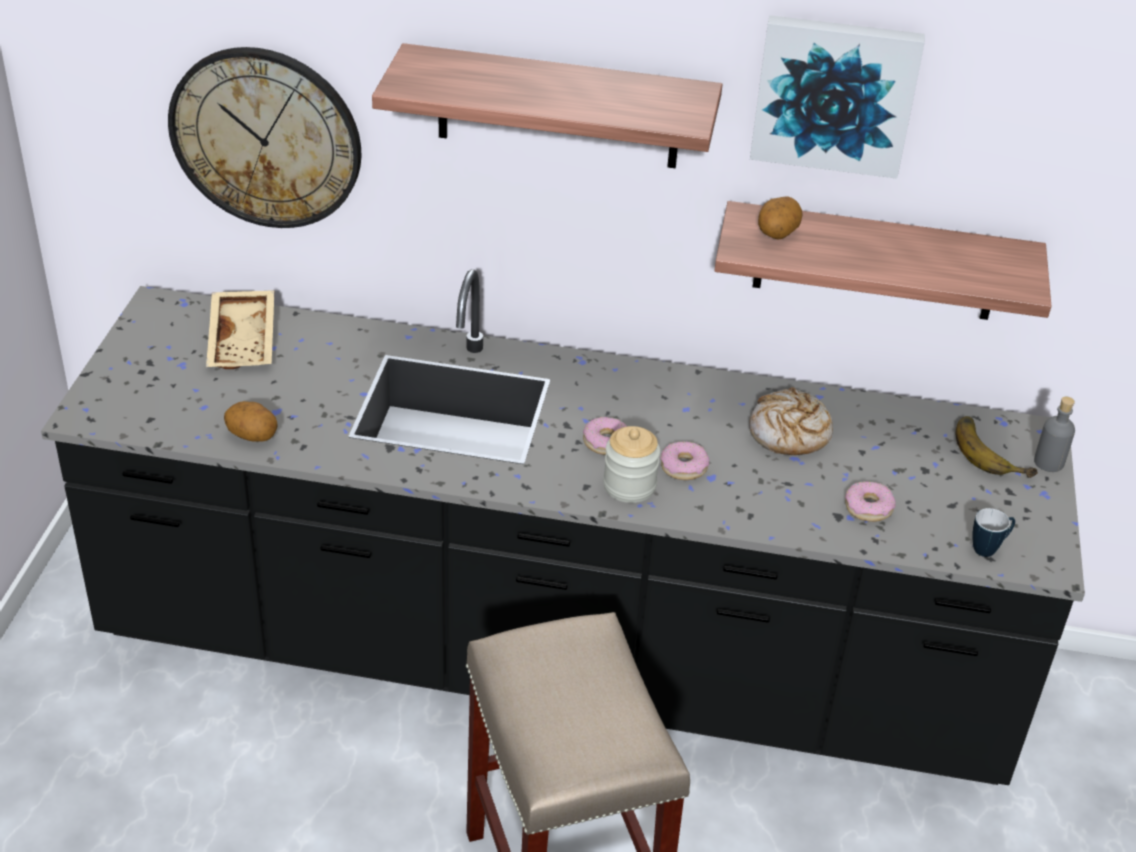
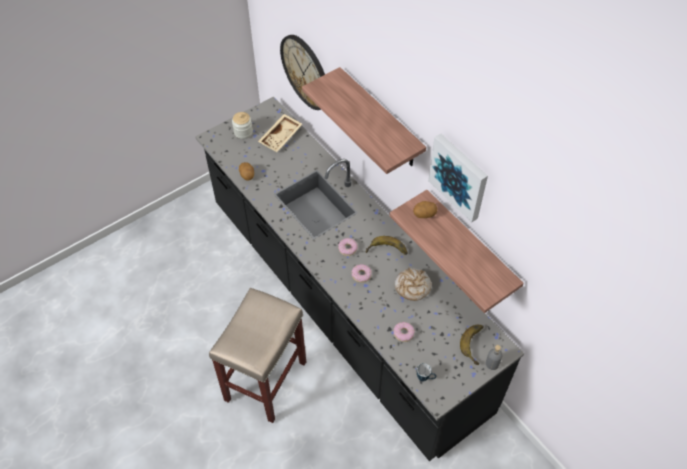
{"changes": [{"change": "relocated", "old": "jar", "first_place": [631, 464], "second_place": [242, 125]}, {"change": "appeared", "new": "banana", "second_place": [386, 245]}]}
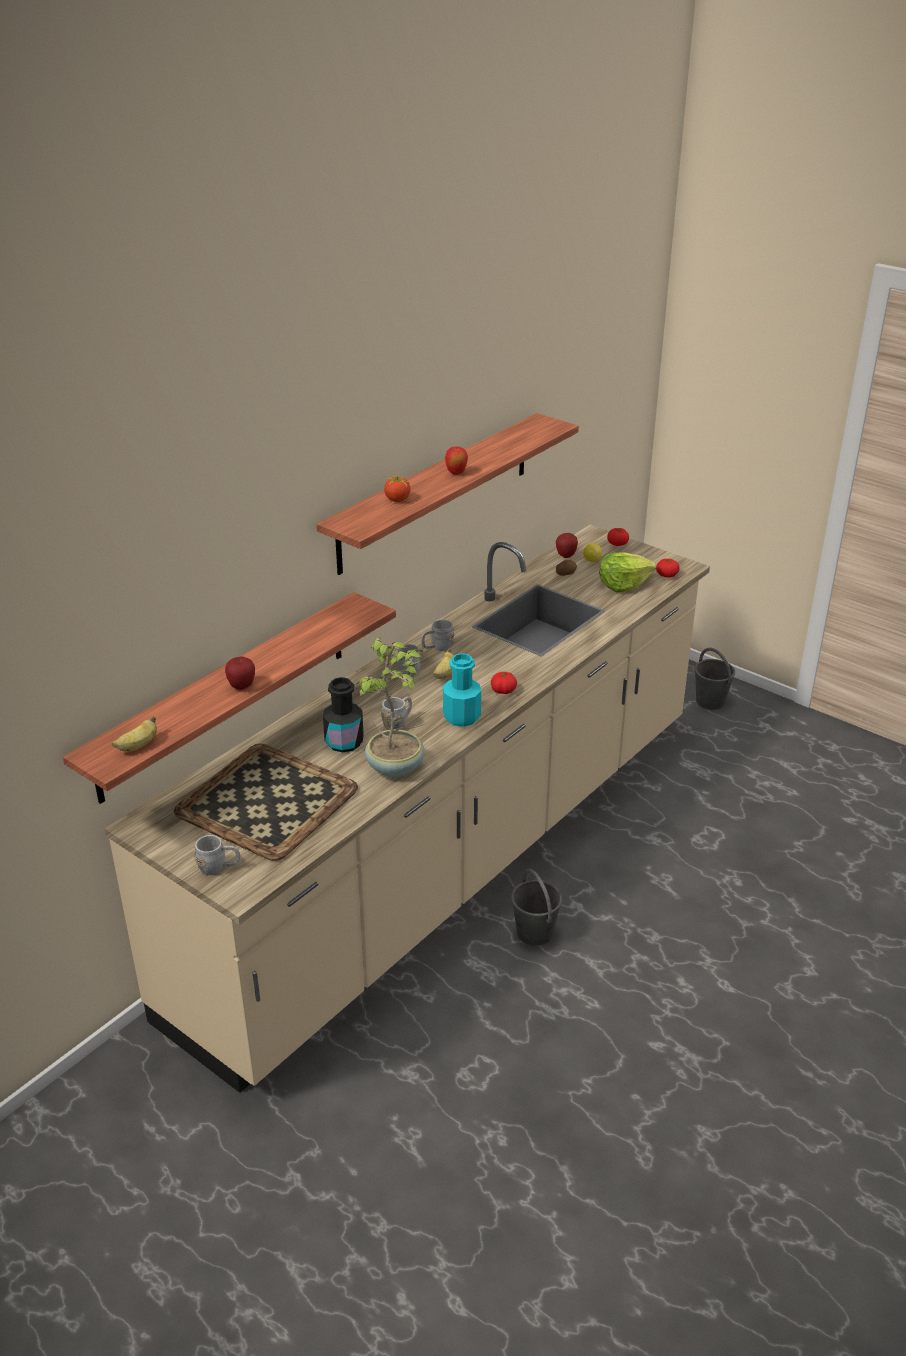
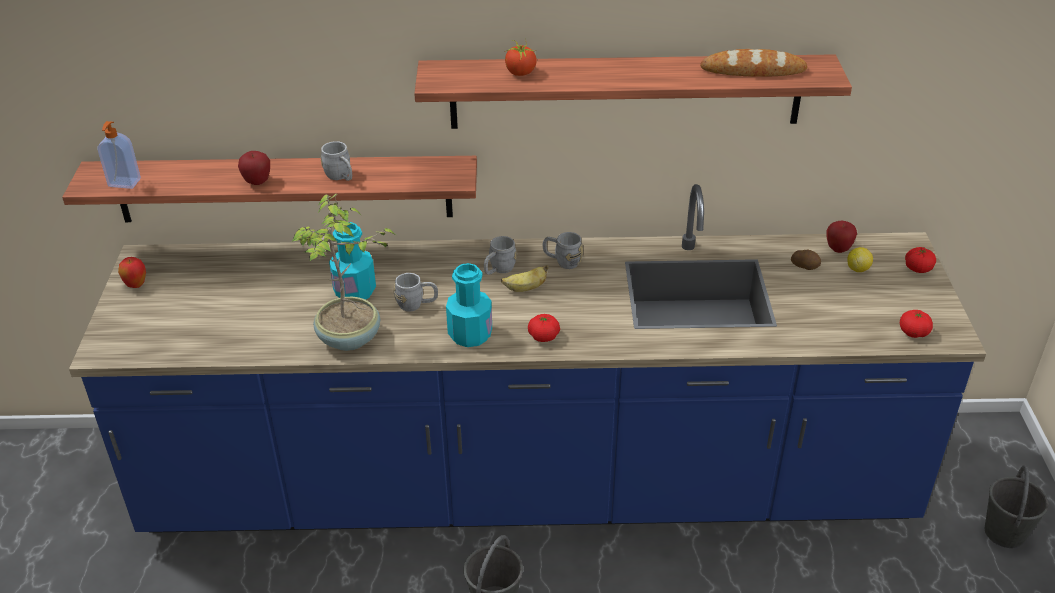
{"changes": [{"change": "colour", "old": "counter (beige)", "new": "counter (blue)", "first_place": [407, 809], "second_place": [527, 358]}, {"change": "exchanged", "old": "banana", "new": "soap dispenser", "first_place": [134, 734], "second_place": [119, 155]}, {"change": "relocated", "old": "apple", "first_place": [456, 460], "second_place": [132, 272]}, {"change": "relocated", "old": "mug (grey)", "first_place": [217, 855], "second_place": [336, 161]}, {"change": "colour", "old": "bottle (black)", "new": "bottle (turquoise)", "first_place": [343, 714], "second_place": [352, 261]}, {"change": "appeared", "new": "bread", "second_place": [753, 63]}, {"change": "missing", "old": "tray", "first_place": [266, 802]}, {"change": "missing", "old": "lettuce", "first_place": [627, 572]}]}
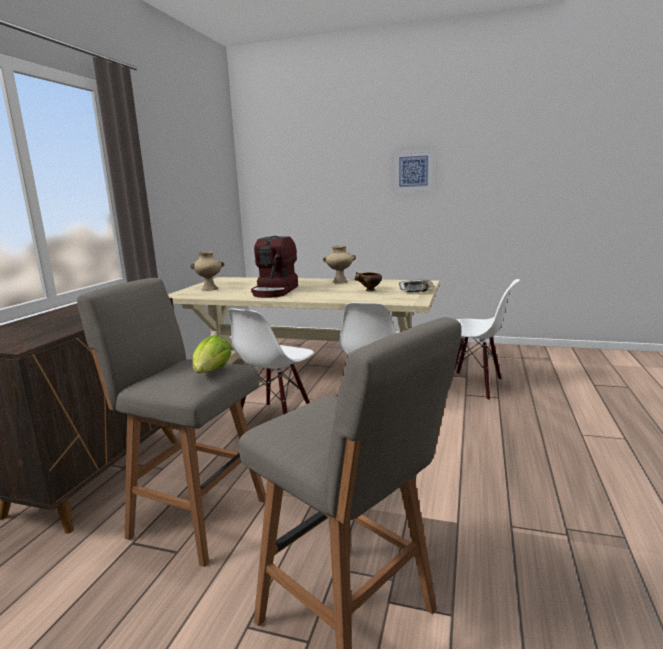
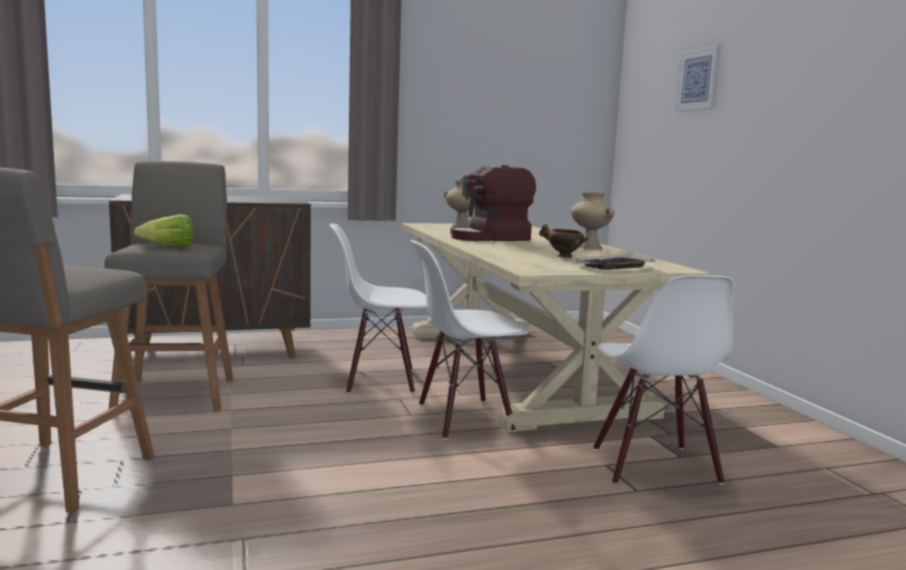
{"changes": [{"change": "relocated", "old": "picture", "first_place": [414, 170], "second_place": [697, 78]}]}
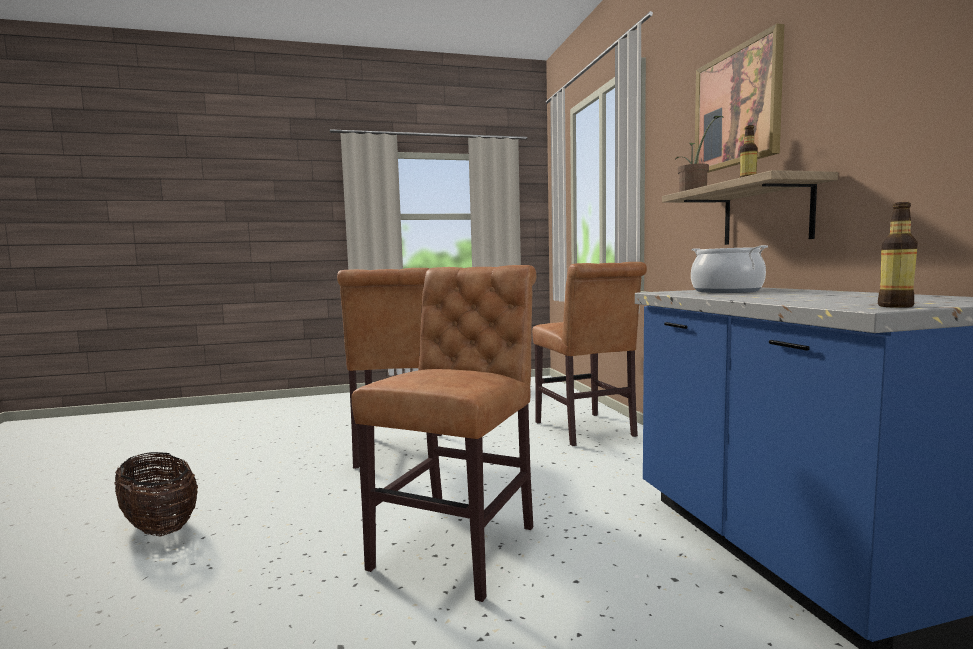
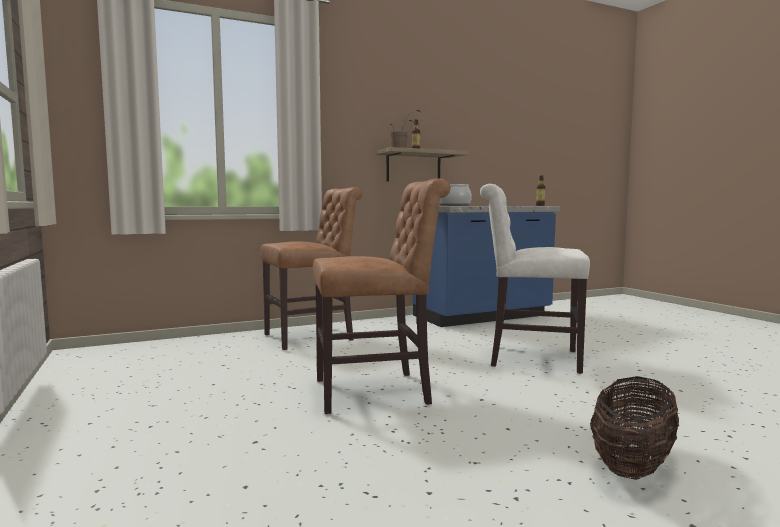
{"changes": [{"change": "colour", "old": "chair (brown)", "new": "chair (white)", "first_place": [443, 433], "second_place": [535, 279]}, {"change": "missing", "old": "picture", "first_place": [739, 98]}]}
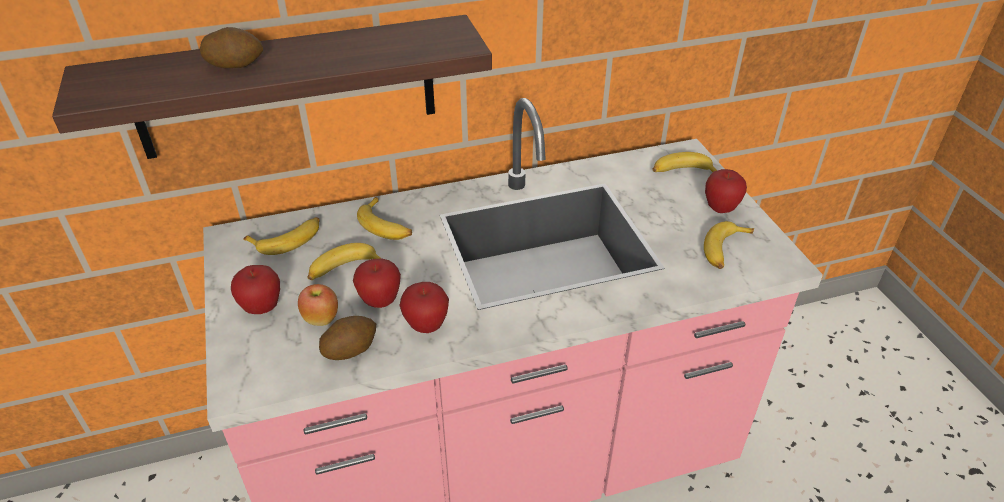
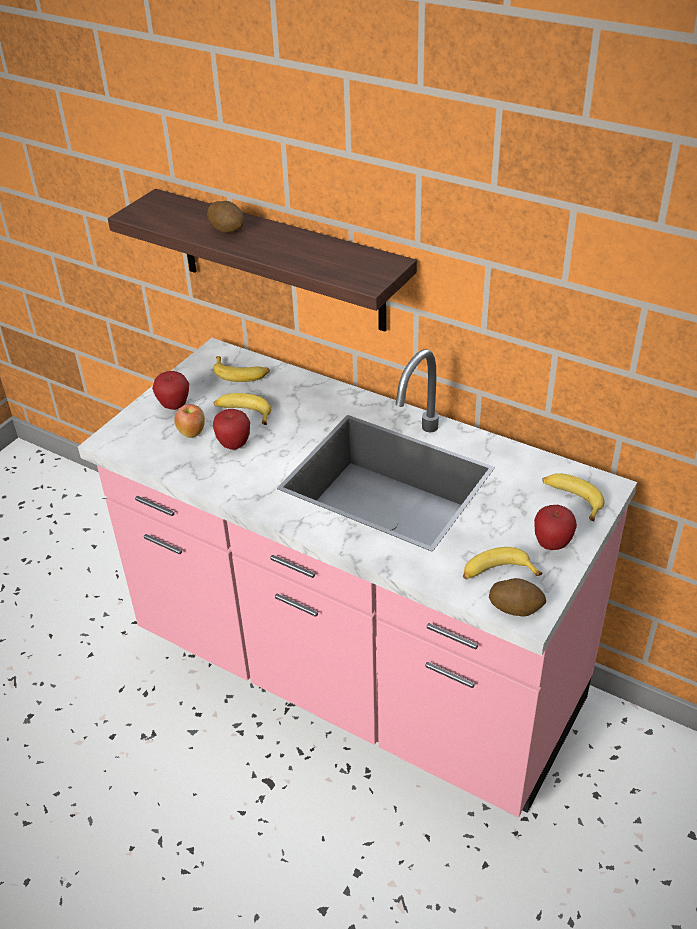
{"changes": [{"change": "relocated", "old": "potato", "first_place": [347, 338], "second_place": [517, 597]}, {"change": "missing", "old": "banana", "first_place": [384, 218]}, {"change": "missing", "old": "apple", "first_place": [424, 307]}]}
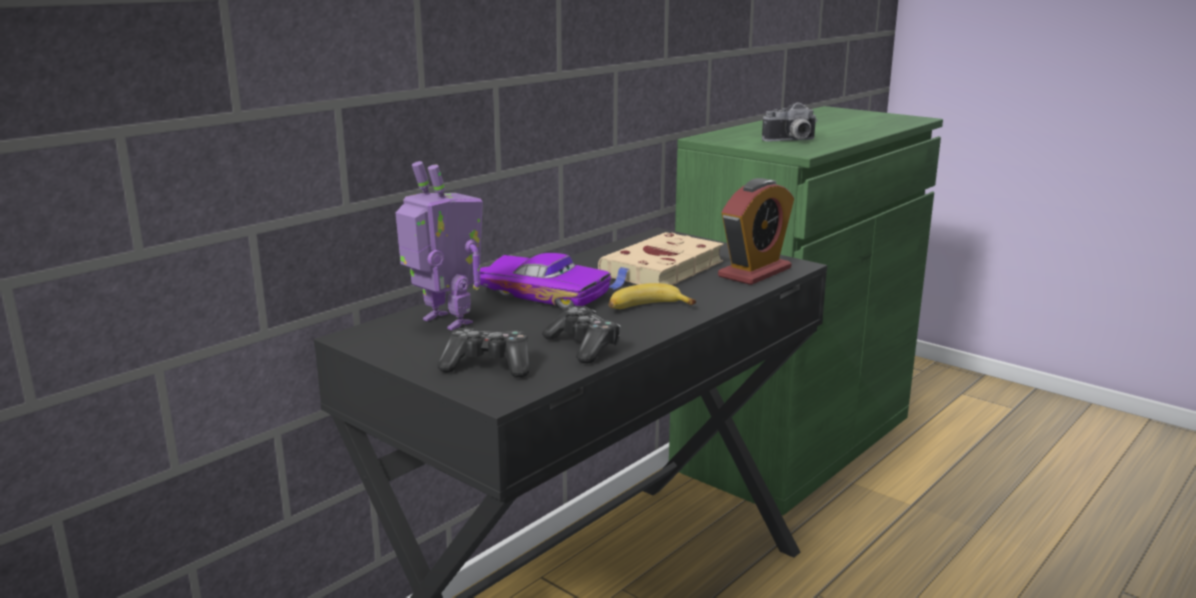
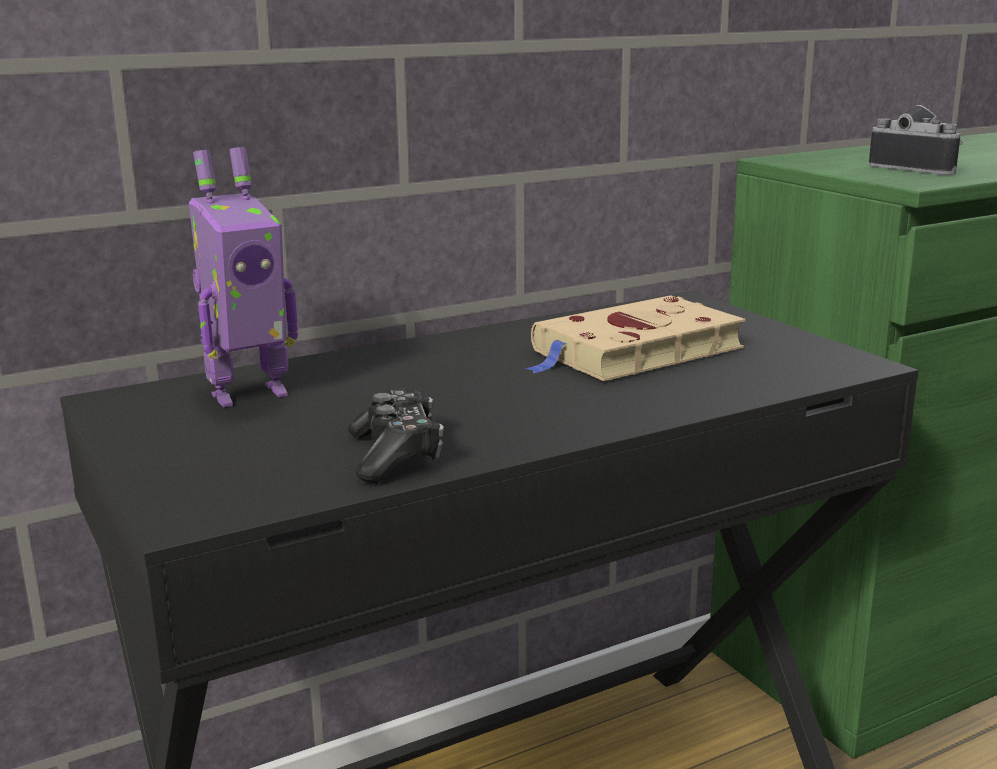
{"changes": [{"change": "spun", "old": "toy robot", "first_place": [439, 245], "second_place": [243, 277], "degrees": 90}, {"change": "spun", "old": "photo camera", "first_place": [790, 122], "second_place": [916, 140], "degrees": -135}, {"change": "missing", "old": "game controller", "first_place": [483, 352]}, {"change": "missing", "old": "toy car (purple)", "first_place": [545, 281]}, {"change": "missing", "old": "banana", "first_place": [652, 296]}, {"change": "missing", "old": "alarm clock", "first_place": [756, 231]}]}
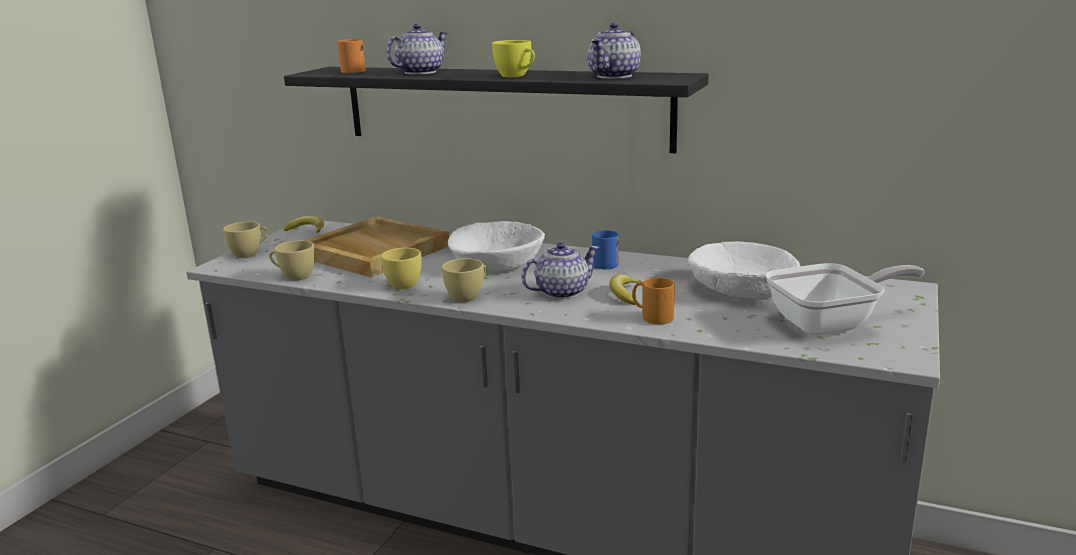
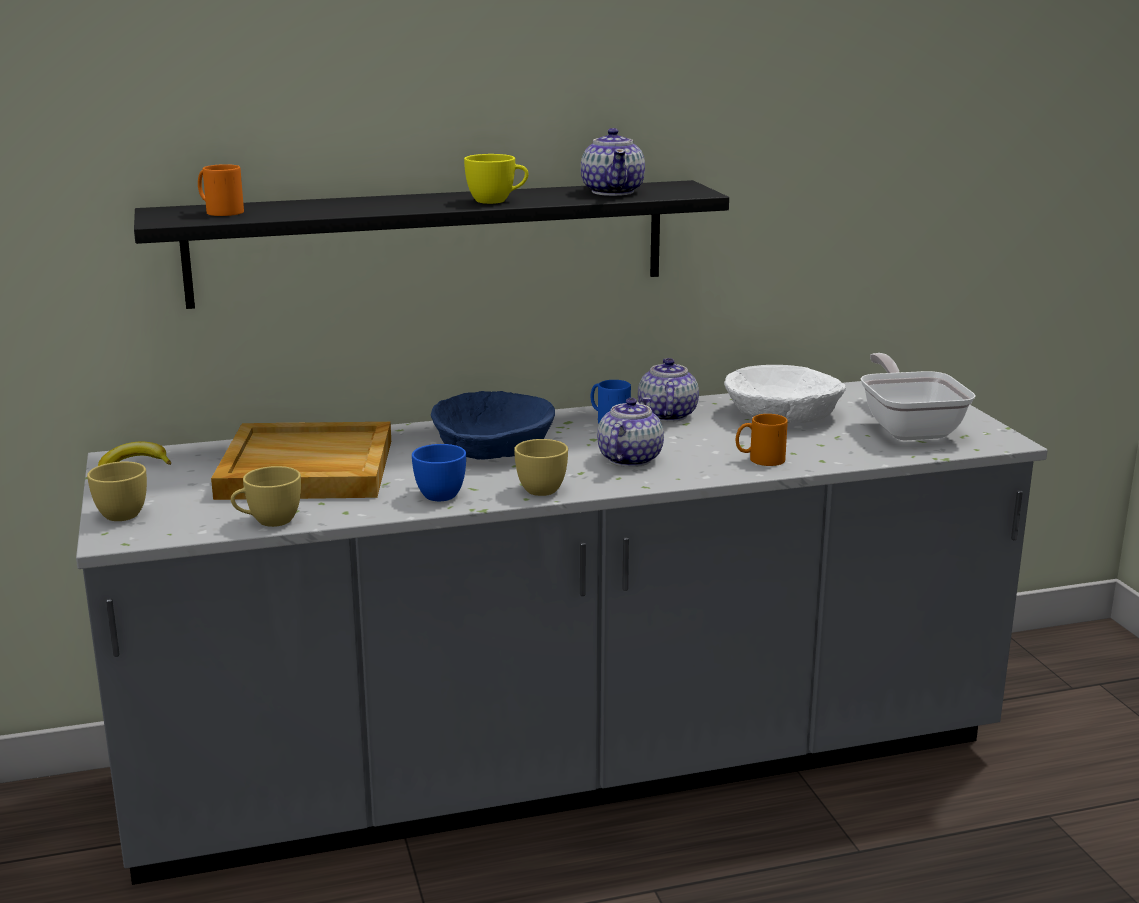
{"changes": [{"change": "colour", "old": "cup (yellow)", "new": "cup (blue)", "first_place": [401, 269], "second_place": [439, 472]}, {"change": "colour", "old": "bowl (white)", "new": "bowl (blue)", "first_place": [496, 246], "second_place": [493, 425]}, {"change": "relocated", "old": "teapot", "first_place": [417, 49], "second_place": [668, 390]}, {"change": "spun", "old": "frying pan", "first_place": [845, 299], "second_place": [918, 397], "degrees": -45}, {"change": "missing", "old": "banana", "first_place": [625, 289]}]}
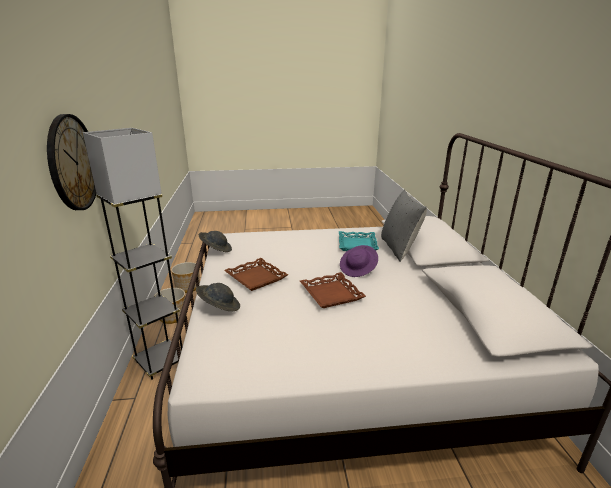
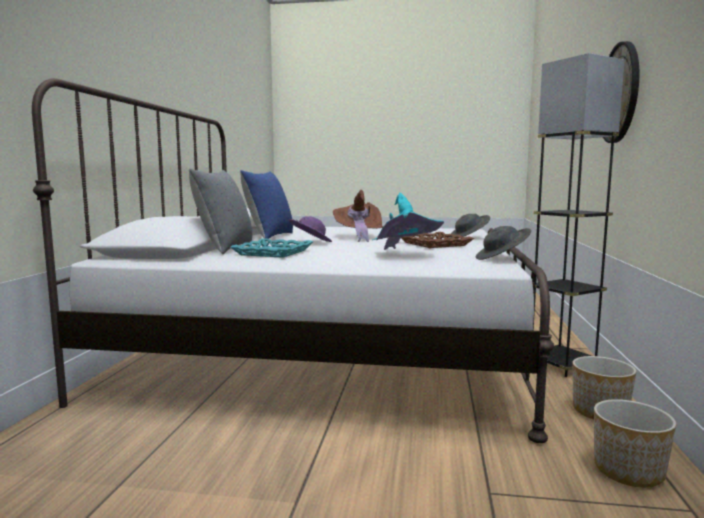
{"changes": [{"change": "appeared", "new": "pillow (blue)", "second_place": [266, 204]}, {"change": "exchanged", "old": "tray (brown)", "new": "hat (brown)", "first_place": [333, 290], "second_place": [358, 216]}, {"change": "appeared", "new": "hat (turquoise)", "second_place": [408, 221]}]}
